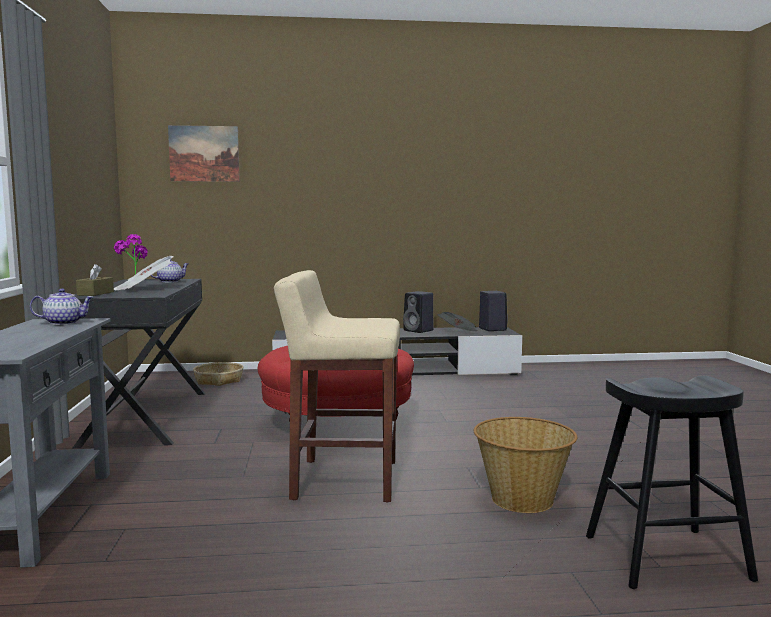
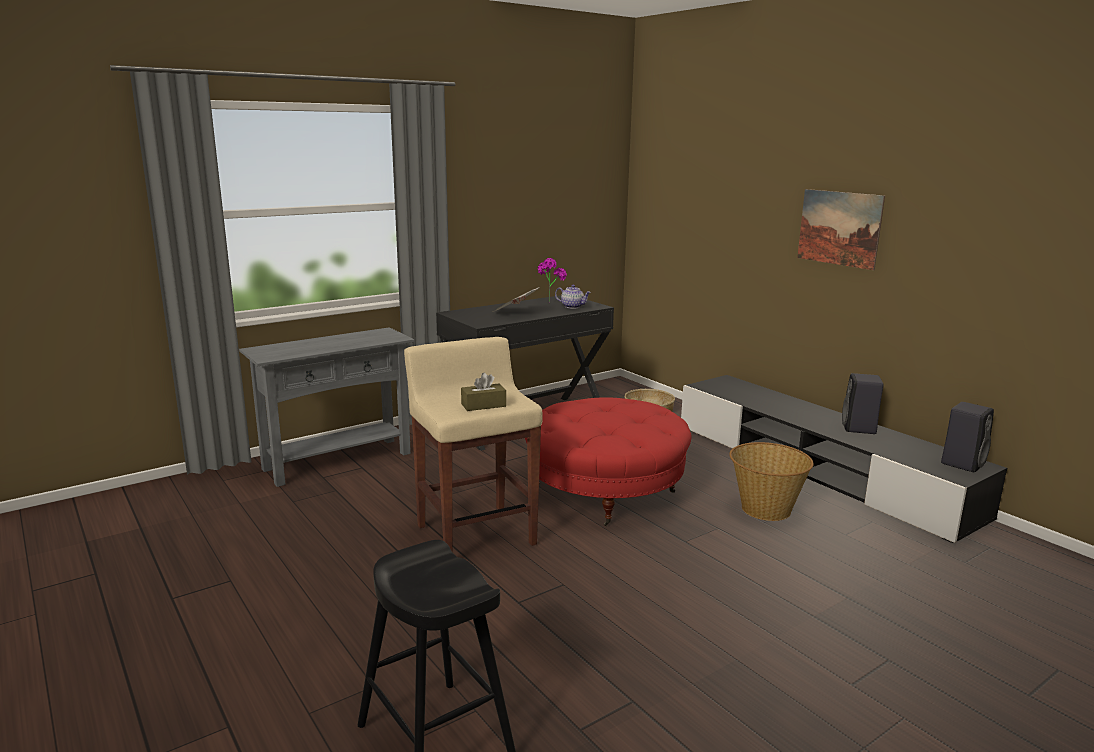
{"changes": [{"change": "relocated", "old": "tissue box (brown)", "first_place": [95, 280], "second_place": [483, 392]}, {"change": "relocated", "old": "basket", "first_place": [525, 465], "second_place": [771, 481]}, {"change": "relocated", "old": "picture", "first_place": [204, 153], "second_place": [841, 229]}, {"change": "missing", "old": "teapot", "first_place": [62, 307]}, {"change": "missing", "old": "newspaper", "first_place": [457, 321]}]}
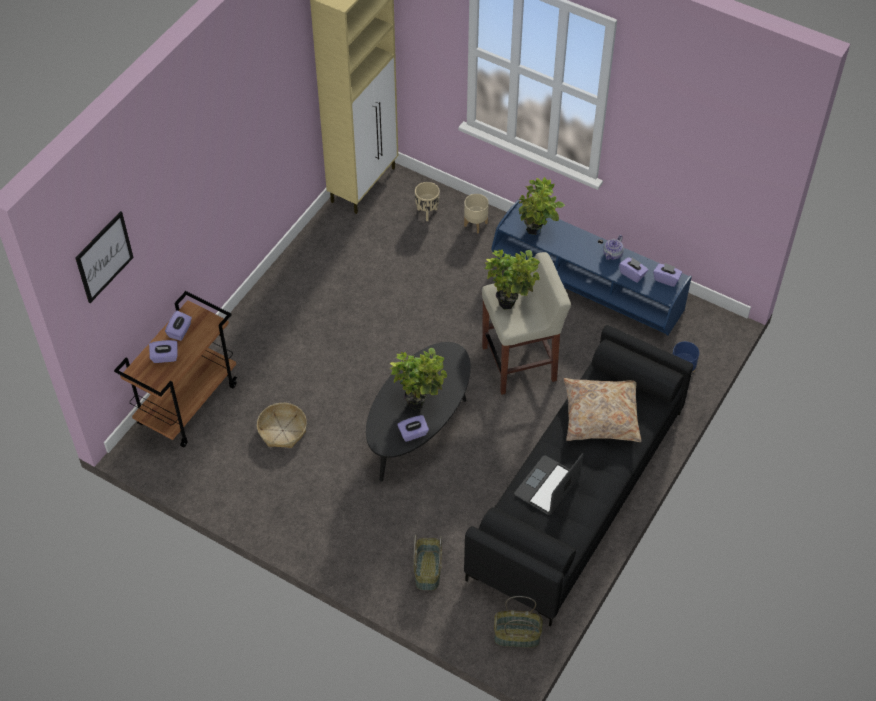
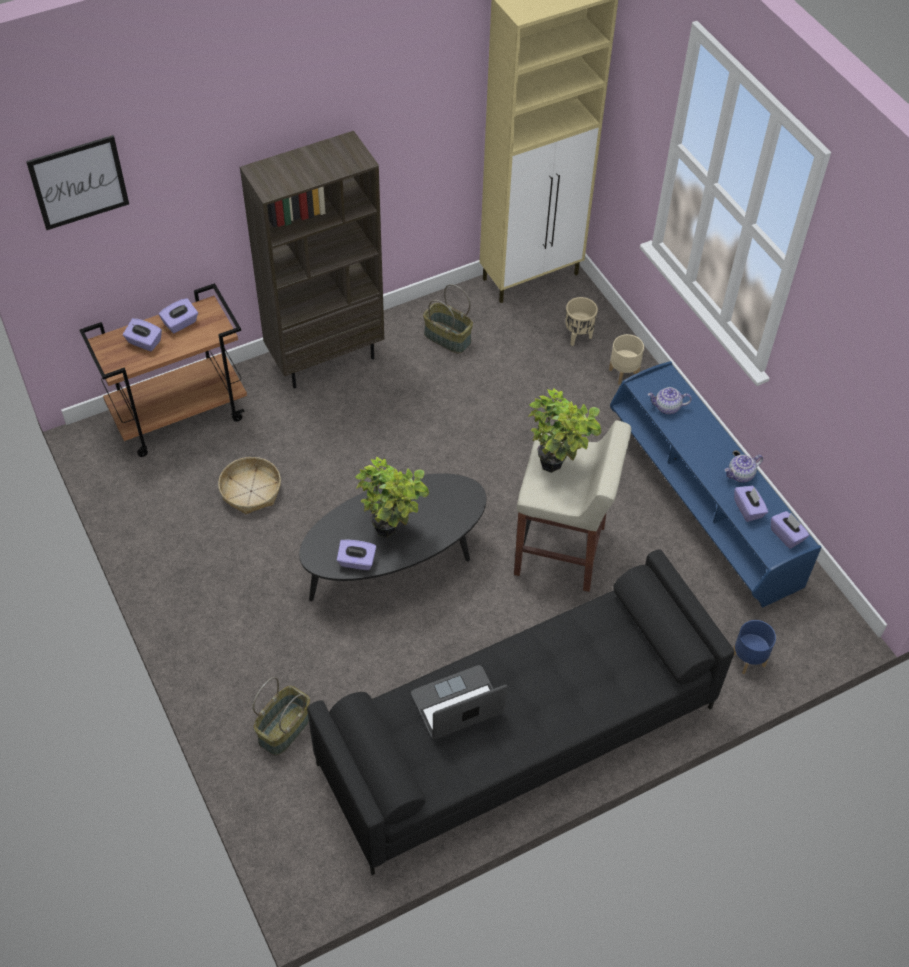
{"changes": [{"change": "appeared", "new": "bookcase (brown)", "second_place": [312, 260]}, {"change": "relocated", "old": "basket", "first_place": [518, 622], "second_place": [448, 318]}, {"change": "exchanged", "old": "potted plant", "new": "teapot", "first_place": [542, 206], "second_place": [670, 400]}, {"change": "missing", "old": "pillow (beige)", "first_place": [602, 410]}]}
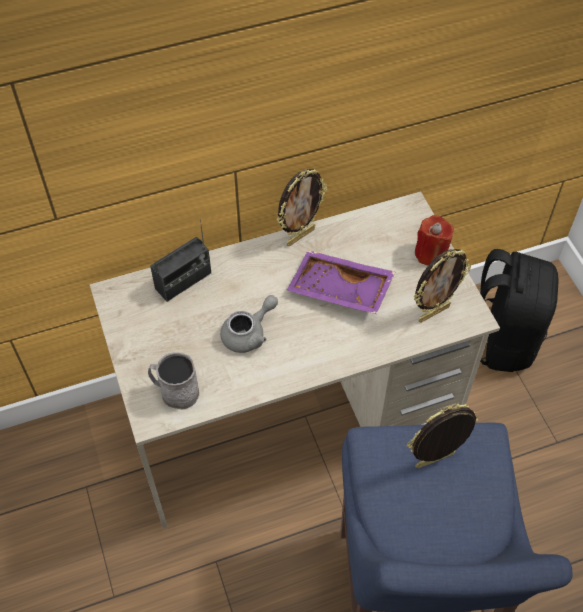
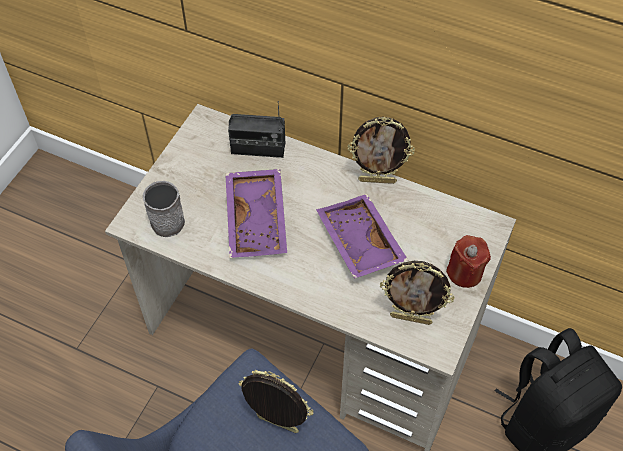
{"changes": [{"change": "exchanged", "old": "teapot (grey)", "new": "tray (purple)", "first_place": [249, 324], "second_place": [256, 213]}]}
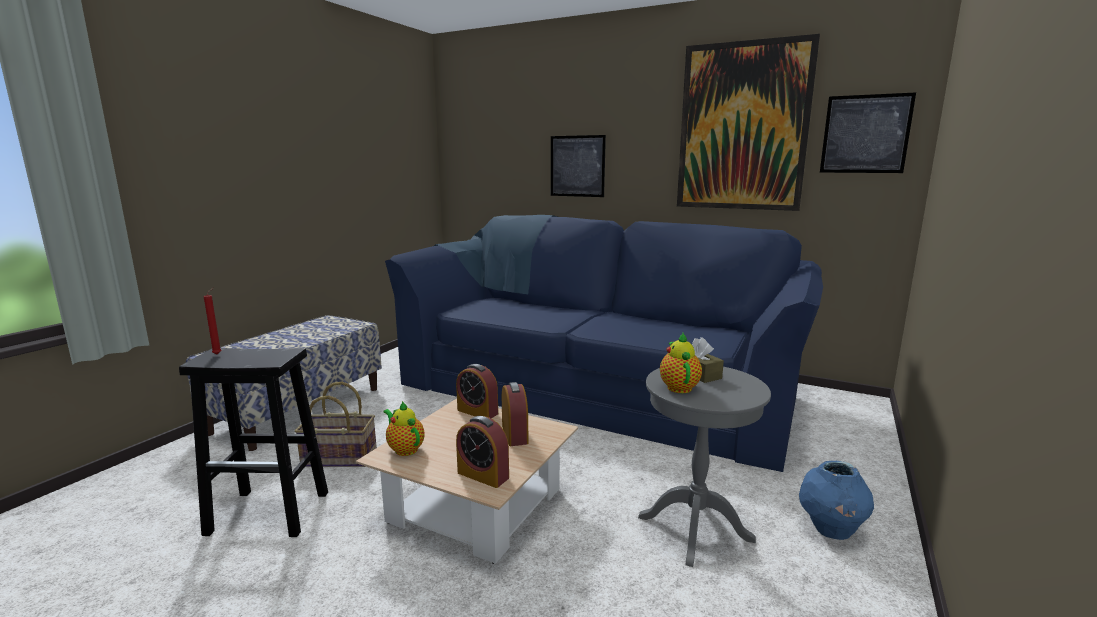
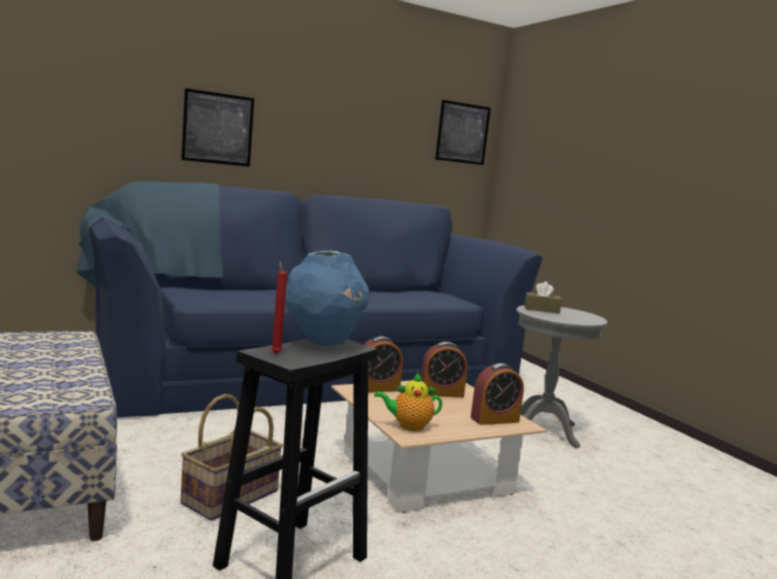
{"changes": [{"change": "relocated", "old": "vase (blue)", "first_place": [836, 500], "second_place": [327, 298]}, {"change": "spun", "old": "alarm clock", "first_place": [515, 414], "second_place": [444, 370], "degrees": 150}, {"change": "missing", "old": "teapot", "first_place": [681, 363]}, {"change": "missing", "old": "picture", "first_place": [748, 122]}]}
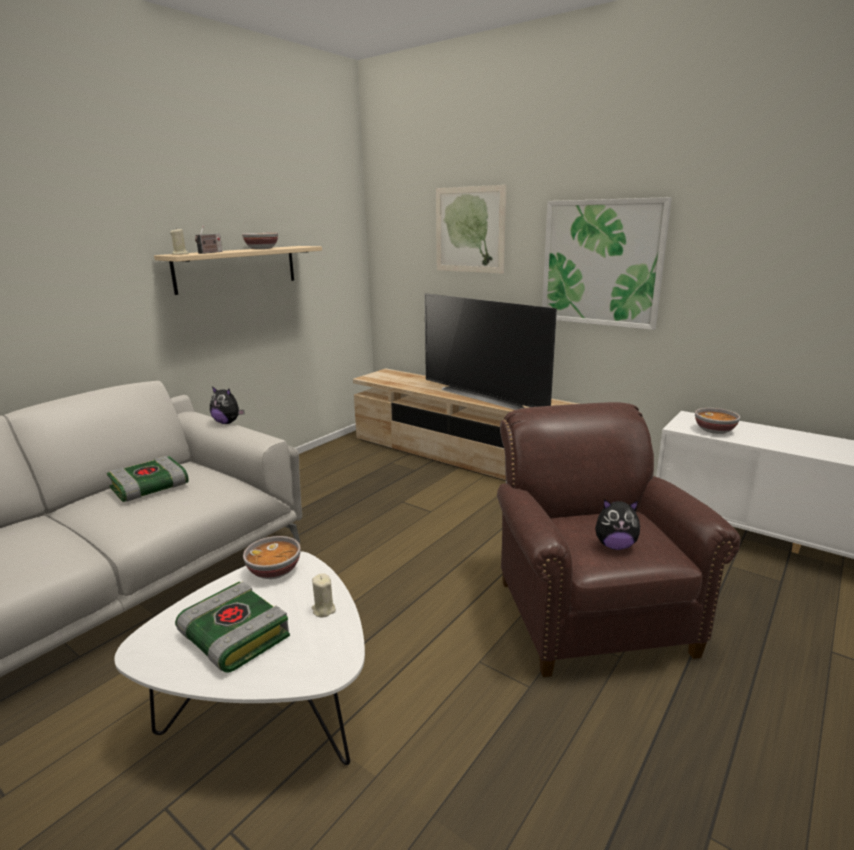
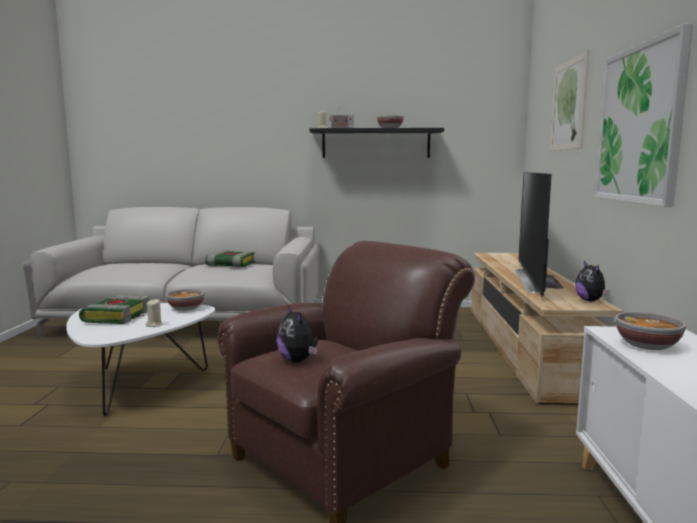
{"changes": [{"change": "colour", "old": "shelf (beige)", "new": "shelf (black)", "first_place": [238, 270], "second_place": [376, 143]}, {"change": "relocated", "old": "plush toy", "first_place": [227, 405], "second_place": [592, 281]}]}
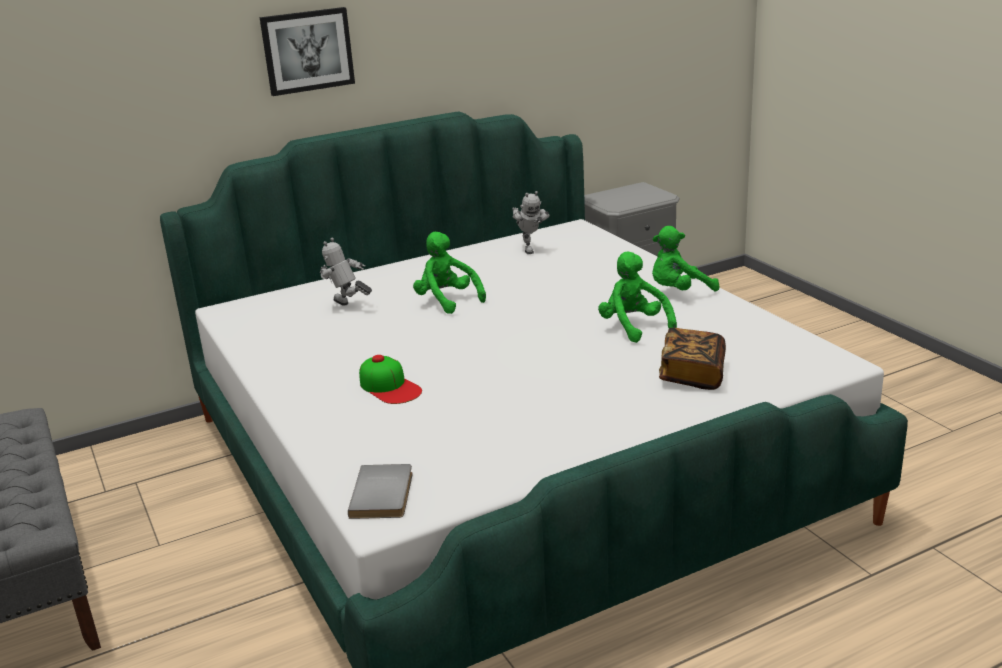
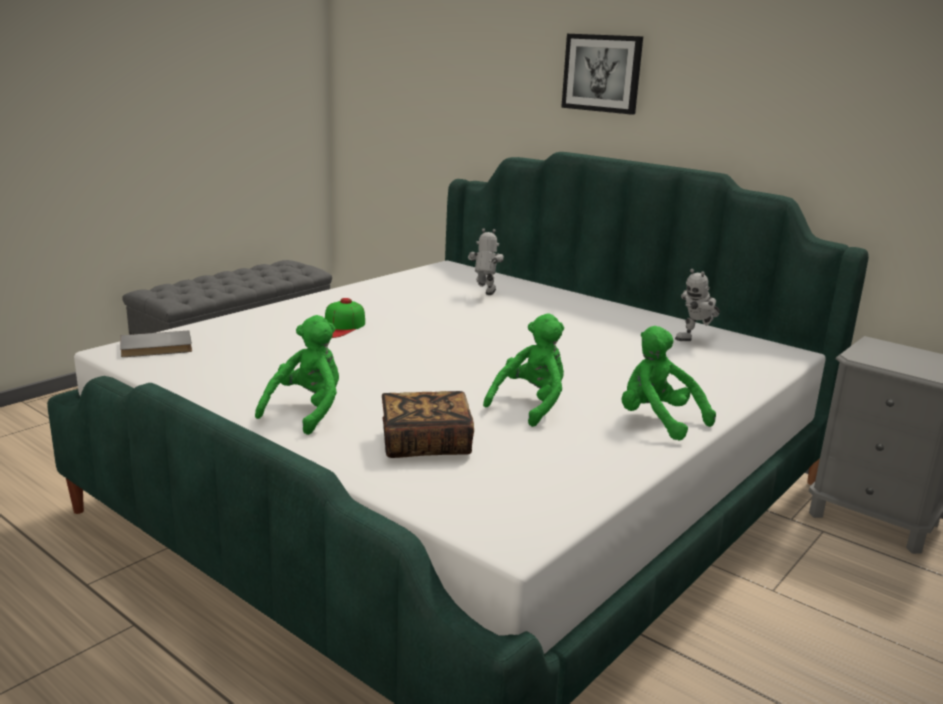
{"changes": [{"change": "relocated", "old": "plush toy (green)", "first_place": [449, 273], "second_place": [297, 375]}]}
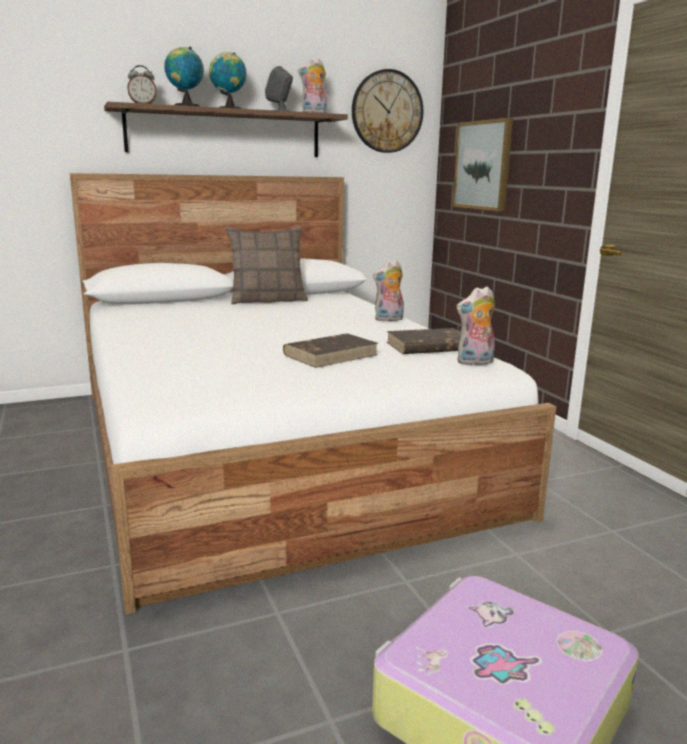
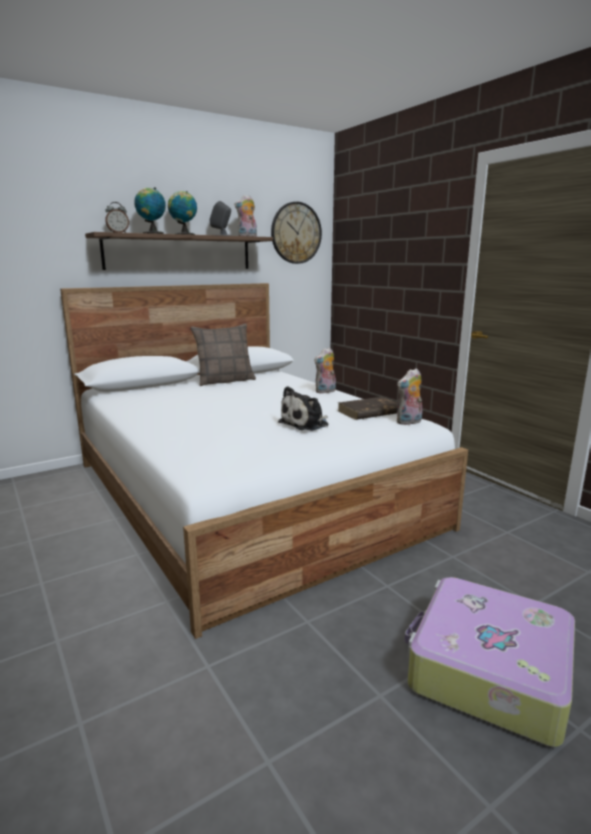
{"changes": [{"change": "exchanged", "old": "book (brown)", "new": "plush toy", "first_place": [330, 350], "second_place": [303, 408]}, {"change": "missing", "old": "picture", "first_place": [483, 164]}]}
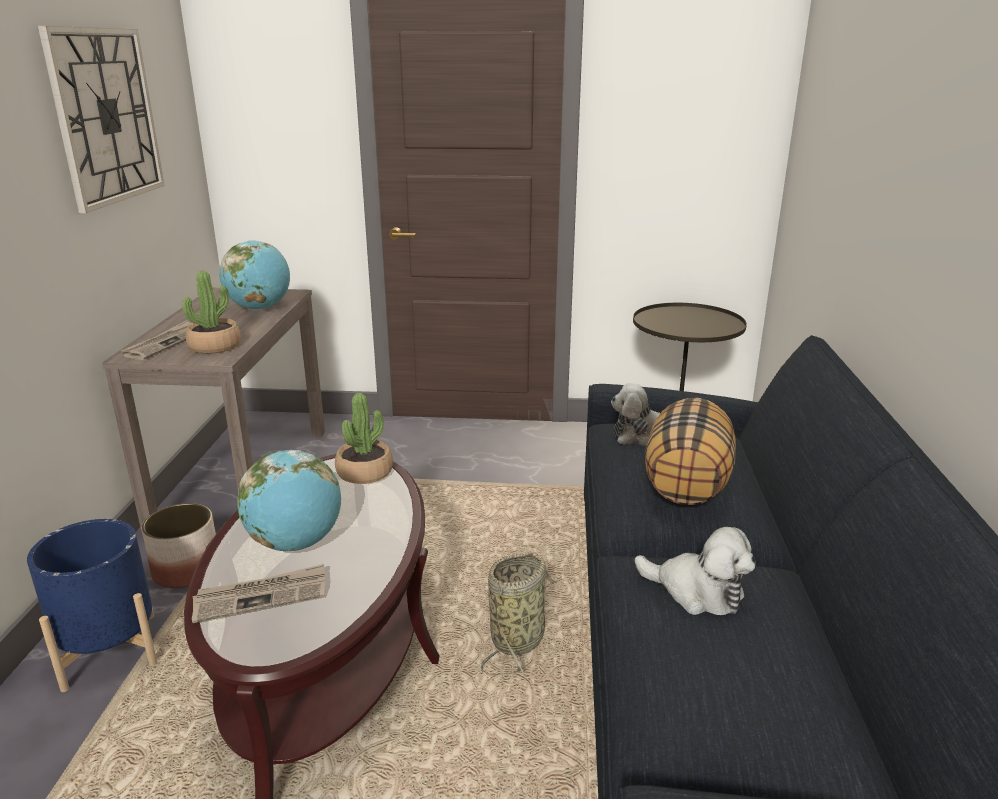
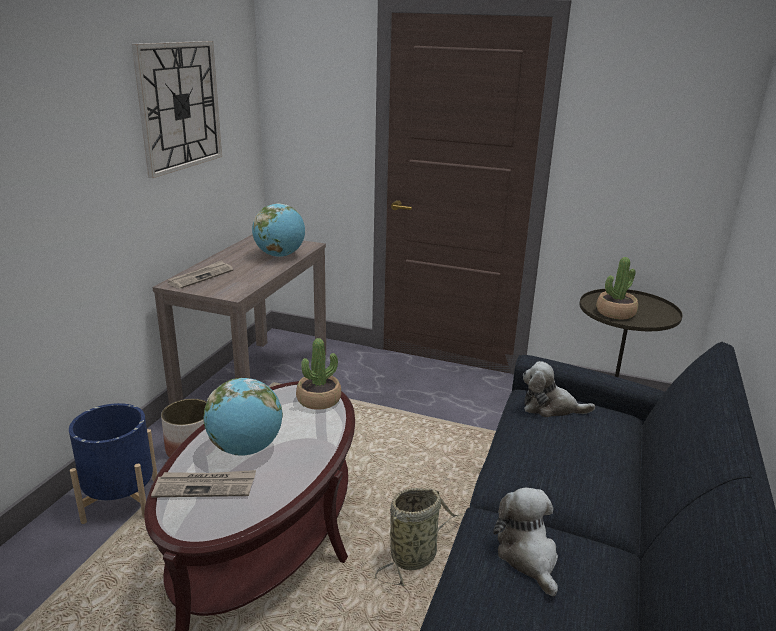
{"changes": [{"change": "spun", "old": "plush toy", "first_place": [695, 571], "second_place": [525, 542], "degrees": -150}, {"change": "relocated", "old": "potted plant", "first_place": [211, 312], "second_place": [617, 288]}, {"change": "missing", "old": "pillow", "first_place": [690, 451]}]}
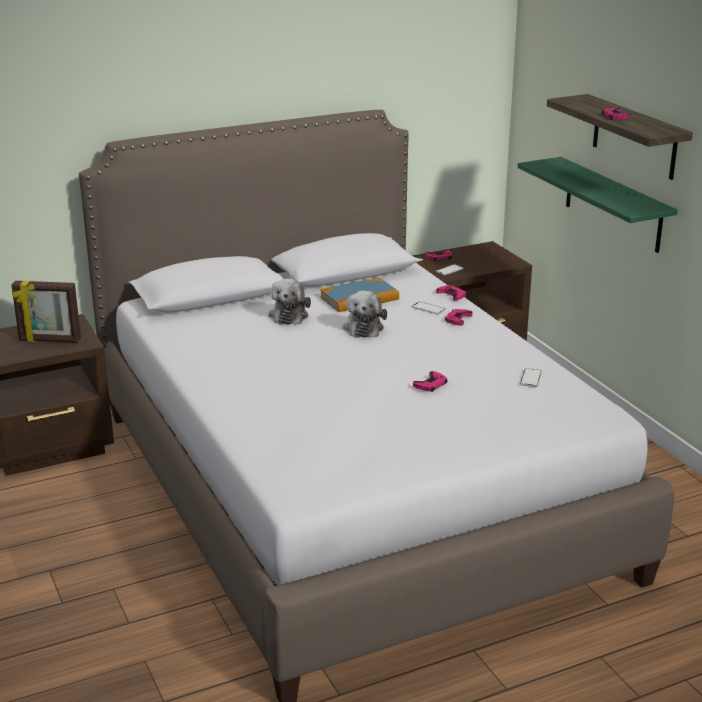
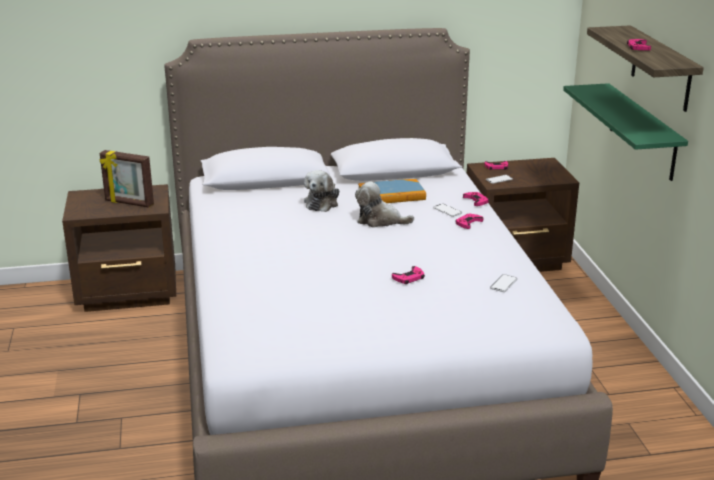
{"changes": [{"change": "spun", "old": "plush toy", "first_place": [365, 314], "second_place": [384, 204], "degrees": 90}]}
